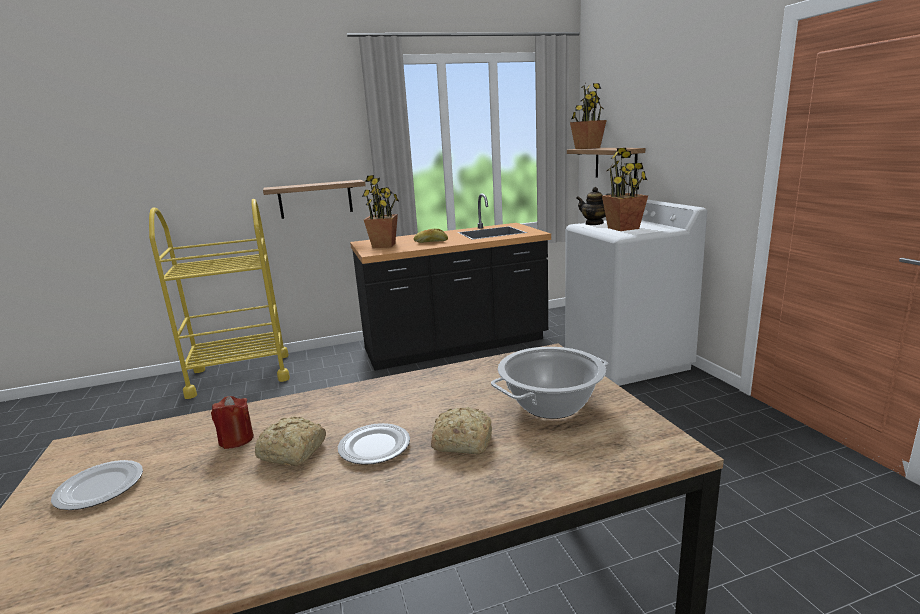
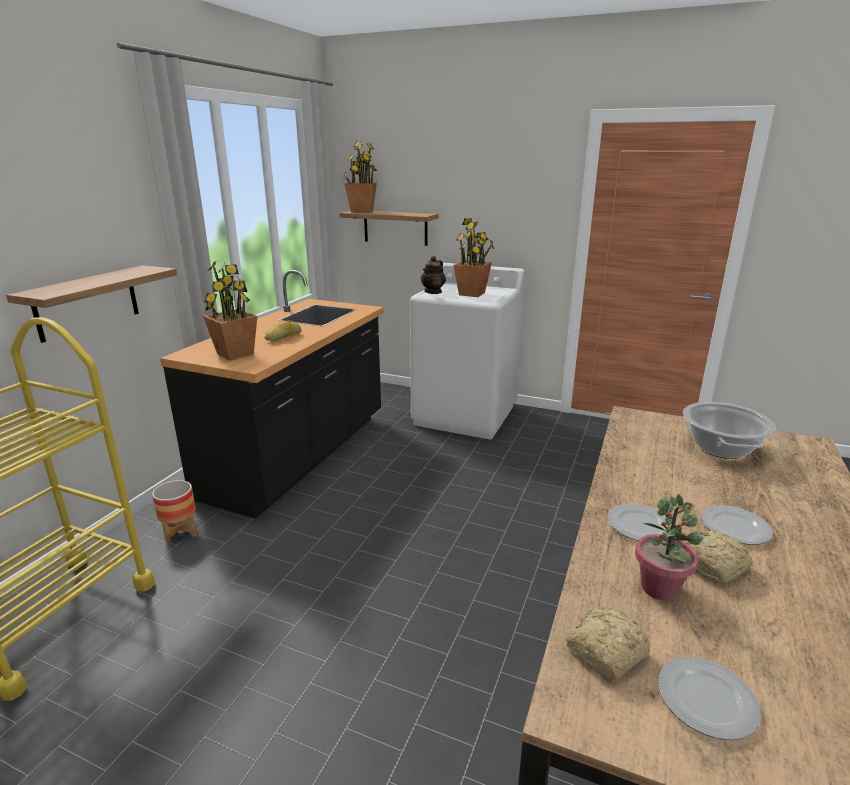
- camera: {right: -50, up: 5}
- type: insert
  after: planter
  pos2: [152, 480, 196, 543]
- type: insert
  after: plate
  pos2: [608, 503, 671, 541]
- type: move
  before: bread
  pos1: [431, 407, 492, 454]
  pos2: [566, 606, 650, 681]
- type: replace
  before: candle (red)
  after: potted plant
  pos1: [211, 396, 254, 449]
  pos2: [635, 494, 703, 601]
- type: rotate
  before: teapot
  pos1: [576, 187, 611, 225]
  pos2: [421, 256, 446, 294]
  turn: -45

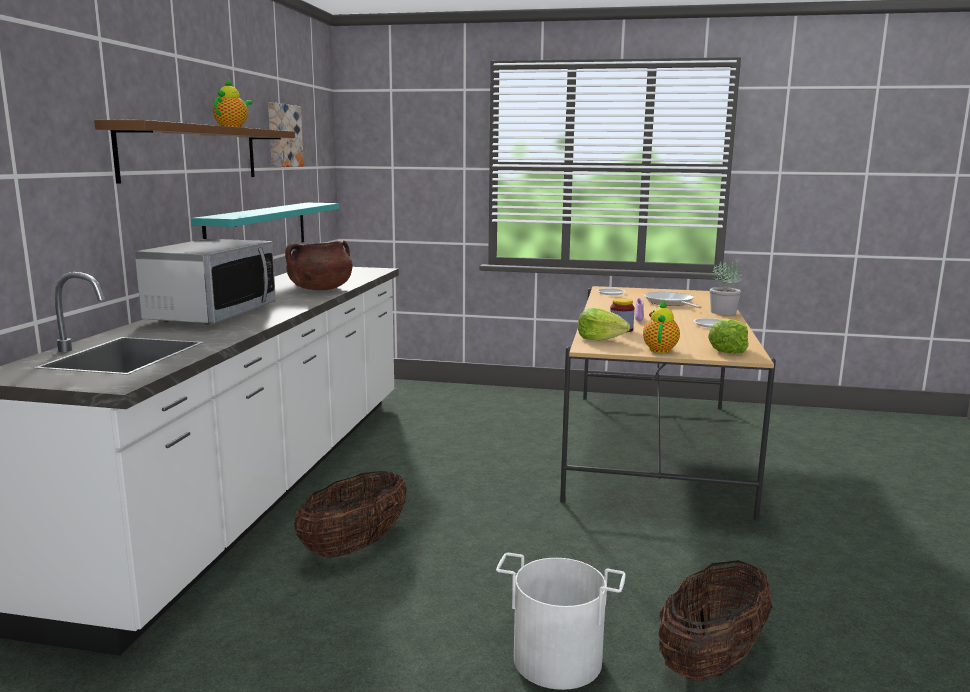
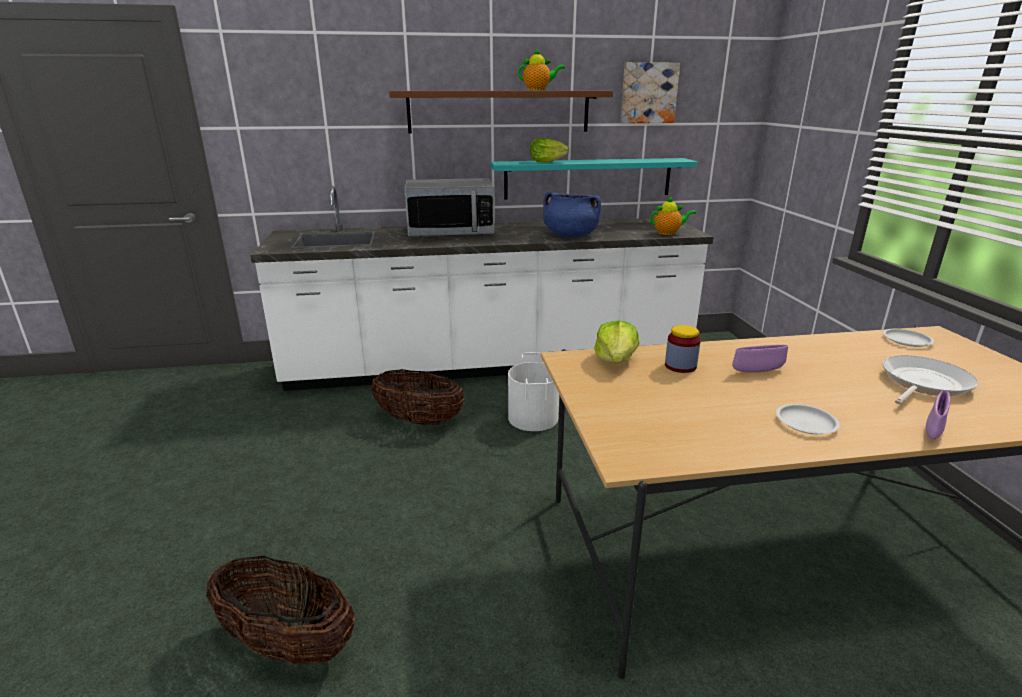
- camera: {right: 70, up: 10}
- type: move
  before: bucket (white)
  pos1: [496, 553, 626, 690]
  pos2: [508, 352, 559, 431]
- type: move
  before: teapot
  pos1: [643, 300, 680, 353]
  pos2: [650, 196, 696, 235]
- type: move
  before: lettuce
  pos1: [708, 319, 749, 353]
  pos2: [530, 138, 569, 162]
- type: replace
  before: potted plant
  after: bowl (purple)
  pos1: [710, 260, 742, 315]
  pos2: [926, 390, 950, 439]
- type: recolor
  before: cooking pot (brown)
  after: cooking pot (blue)
  pos1: [285, 240, 353, 290]
  pos2: [543, 192, 601, 237]

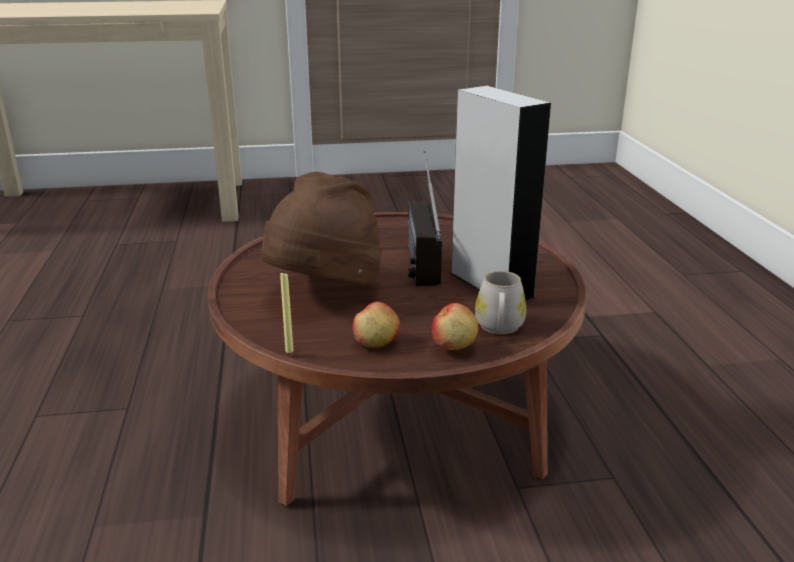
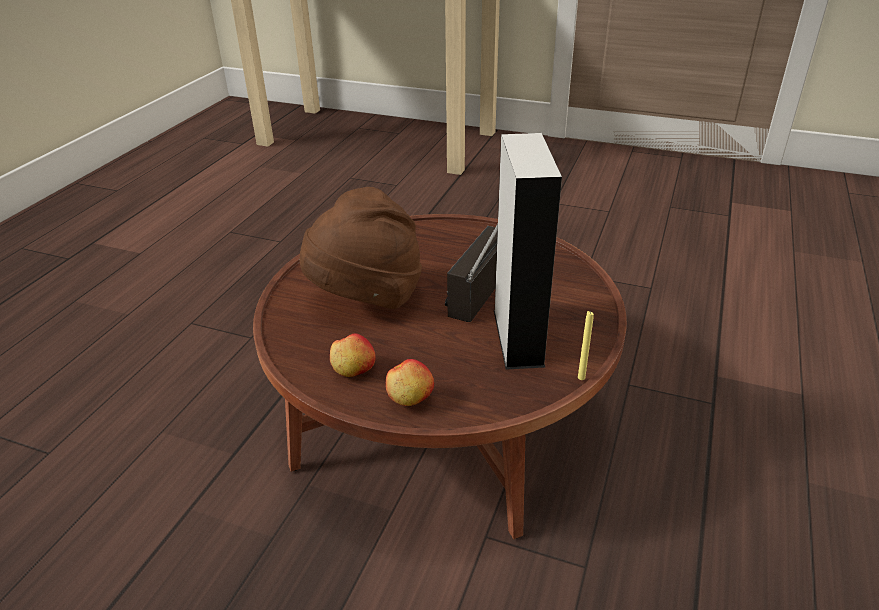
- camera: {right: 30, up: 10}
- type: delete
  before: mug (white)
  pos1: [475, 271, 526, 334]
- type: move
  before: candle (yellow)
  pos1: [280, 273, 293, 353]
  pos2: [578, 311, 594, 380]

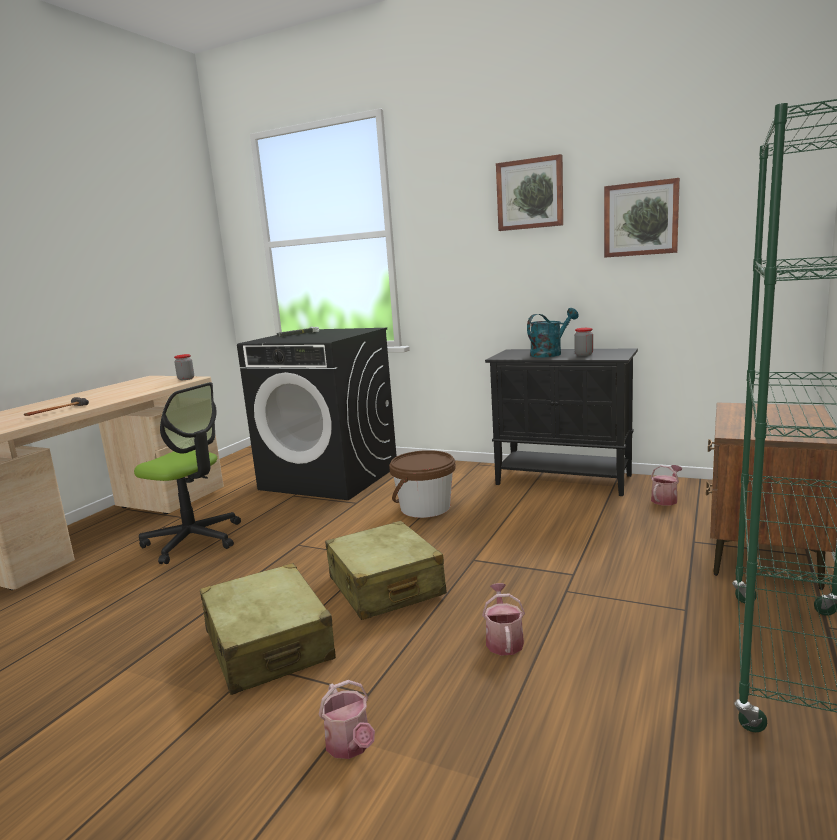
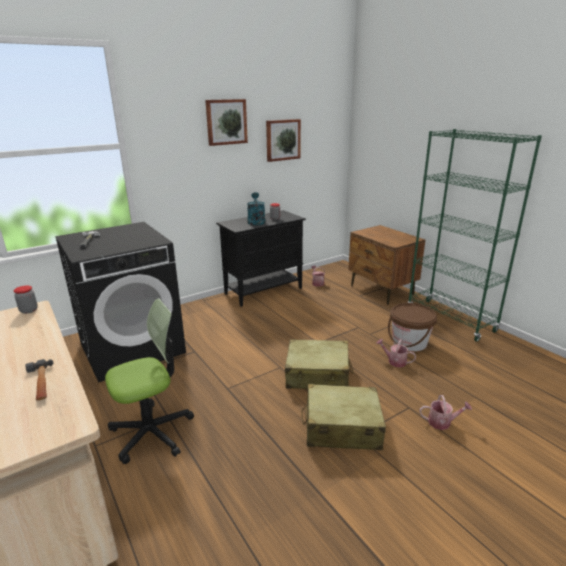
- camera: {right: -60, up: 10}
- type: move
  before: bucket (brown)
  pos1: [389, 450, 456, 518]
  pos2: [388, 303, 437, 351]

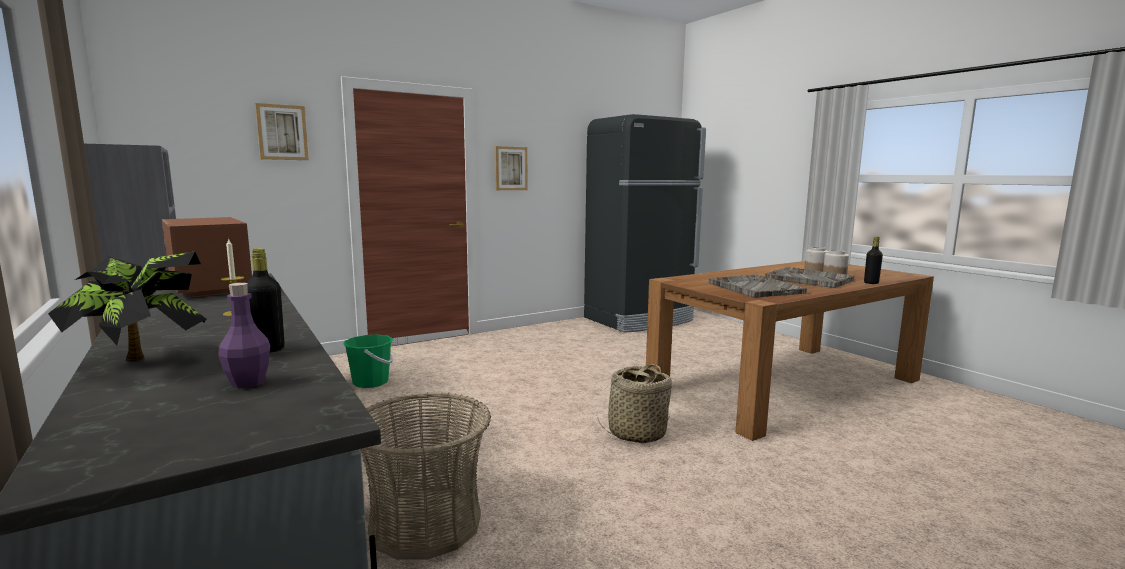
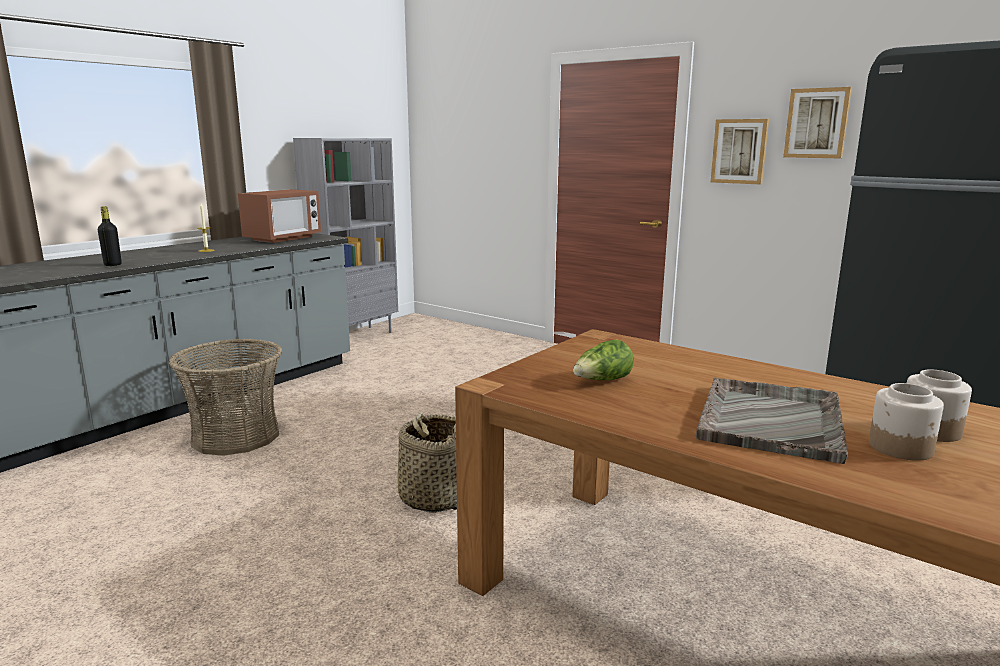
- camera: {right: 70, up: 5}
- type: delete
  before: potted plant
  pos1: [48, 252, 206, 362]
- type: delete
  before: bottle (purple)
  pos1: [218, 283, 270, 389]
- type: delete
  before: bucket (green)
  pos1: [343, 335, 393, 388]
- type: delete
  before: bottle (black)
  pos1: [864, 237, 883, 284]
- type: move
  before: picture
  pos1: [255, 103, 309, 160]
  pos2: [783, 87, 852, 158]
- type: replace
  before: tray (grey)
  after: lettuce
  pos1: [709, 274, 807, 298]
  pos2: [573, 339, 634, 380]

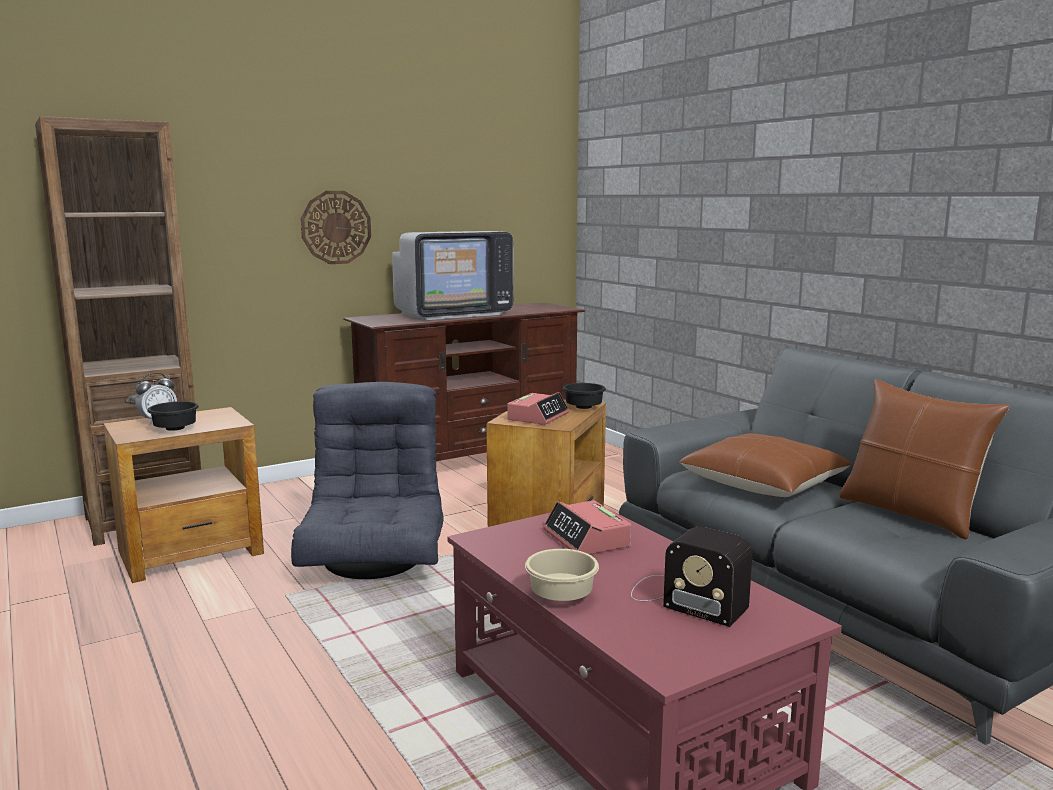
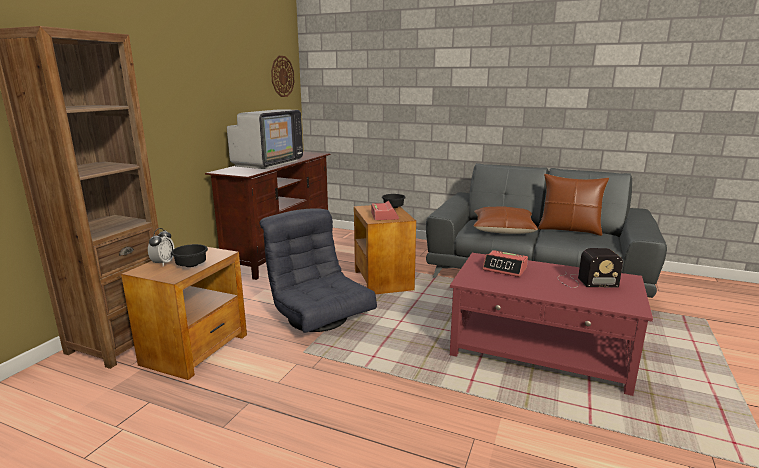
- camera: {right: -35, up: 5}
- type: delete
  before: bowl (beige)
  pos1: [525, 549, 599, 601]
- type: move
  before: wall clock
  pos1: [301, 191, 371, 264]
  pos2: [271, 56, 294, 97]

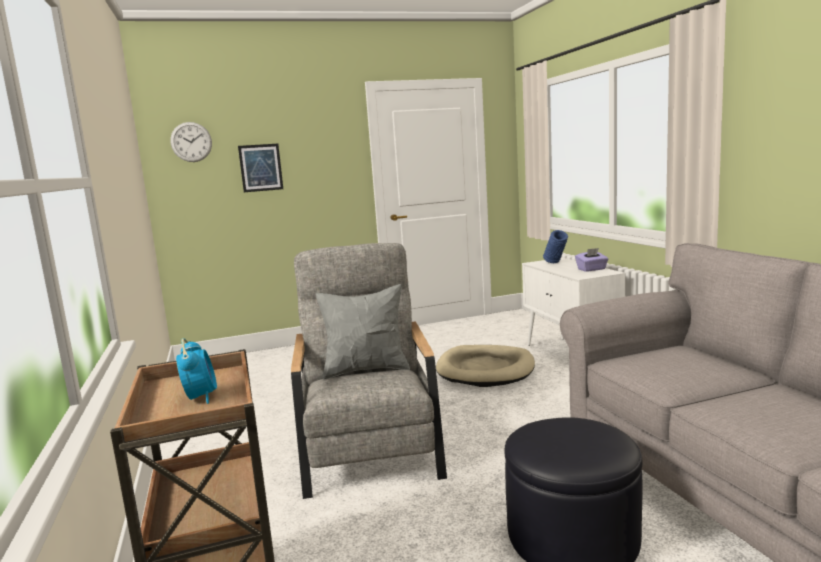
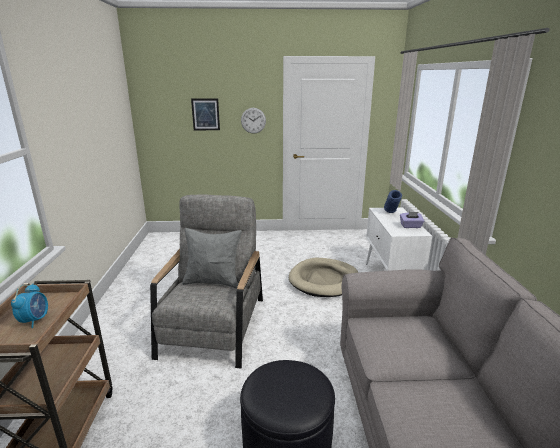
- camera: {right: 15, up: 10}
- type: move
  before: wall clock
  pos1: [170, 122, 212, 162]
  pos2: [241, 108, 266, 134]

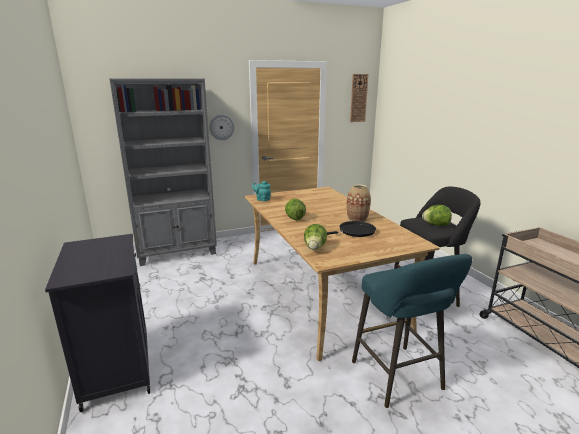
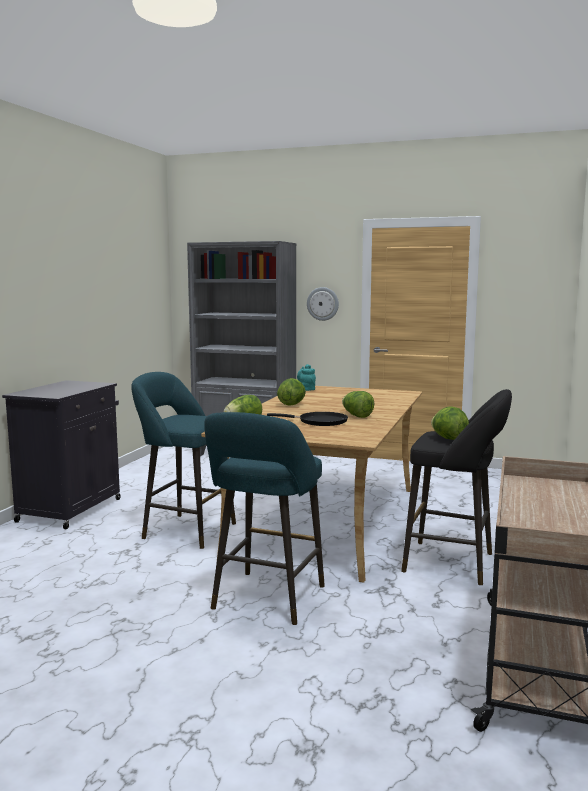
- camera: {right: 40, up: -10}
- type: delete
  before: wall clock
  pos1: [350, 74, 368, 122]
- type: insert
  after: stool (turquoise)
  pos2: [131, 372, 236, 549]
- type: replace
  before: vase
  after: lettuce
  pos1: [347, 184, 371, 222]
  pos2: [342, 391, 374, 418]

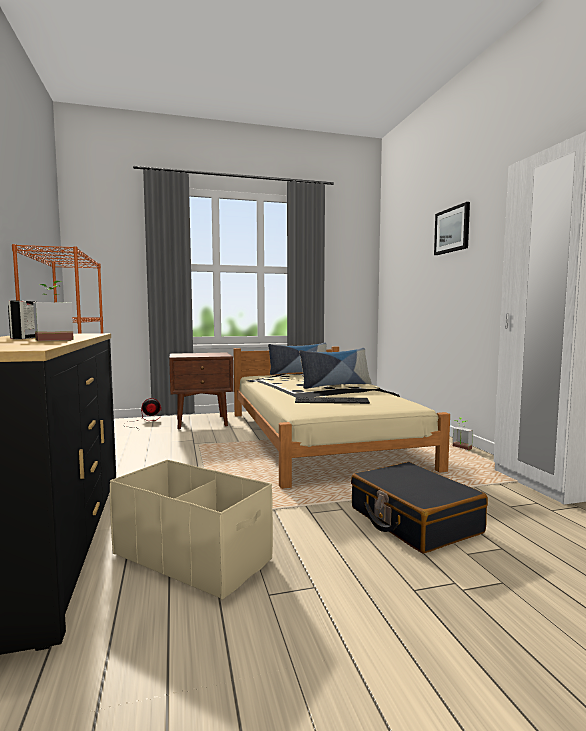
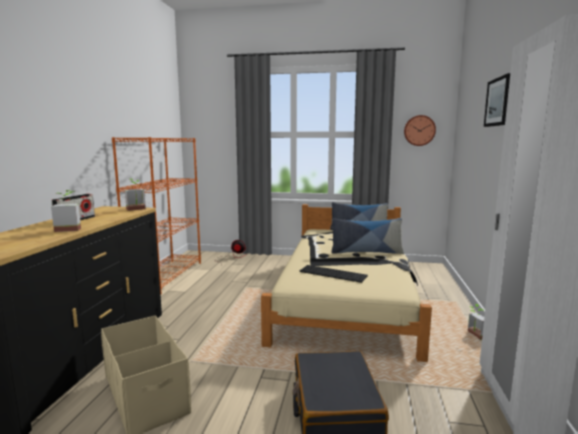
- camera: {right: 25, up: 5}
- type: delete
  before: nightstand (brown)
  pos1: [169, 352, 234, 429]
- type: insert
  after: potted plant
  pos2: [125, 179, 146, 211]
- type: insert
  after: wall clock
  pos2: [404, 115, 436, 146]

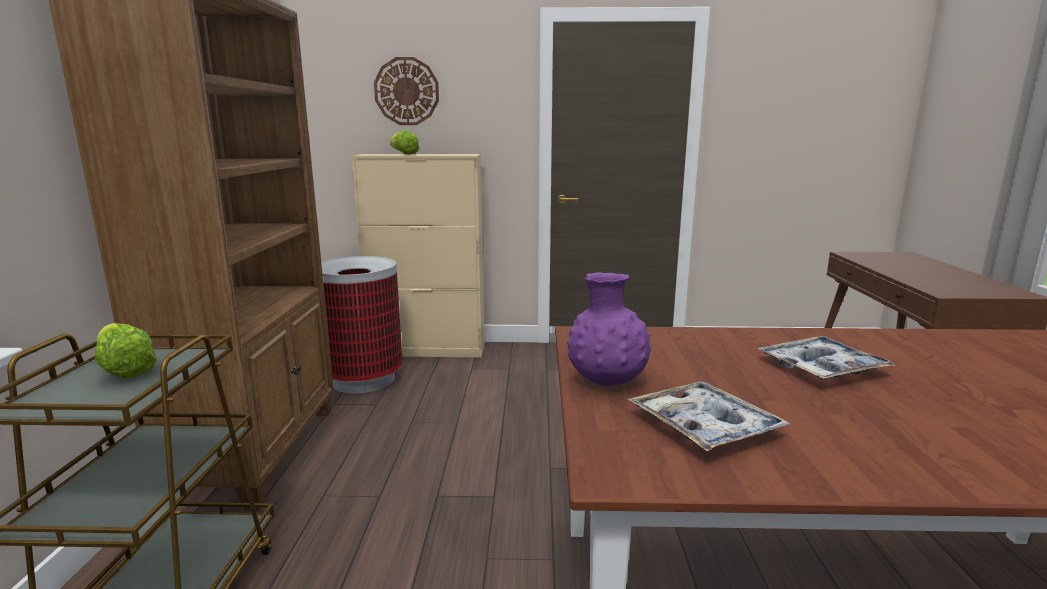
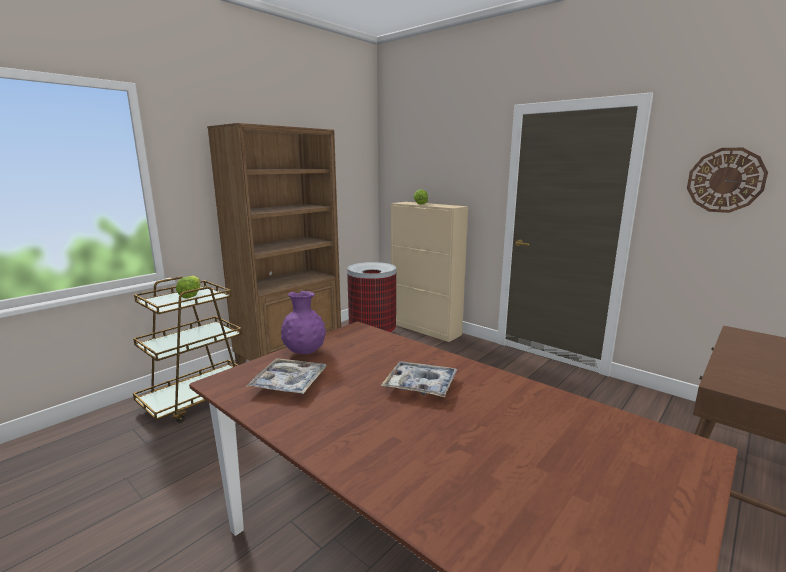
- camera: {right: 40, up: 0}
- type: move
  before: wall clock
  pos1: [374, 57, 439, 125]
  pos2: [687, 148, 768, 213]

